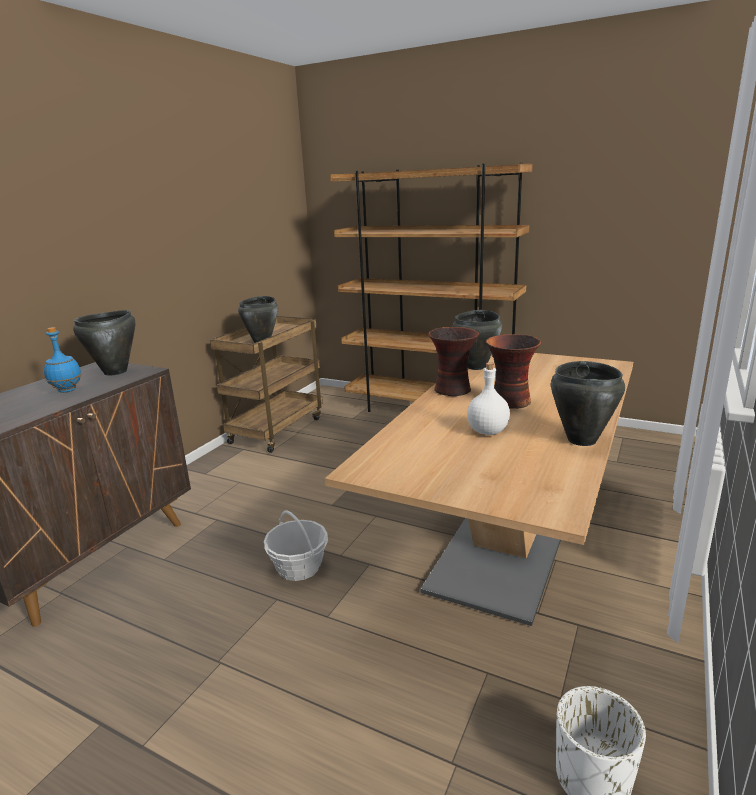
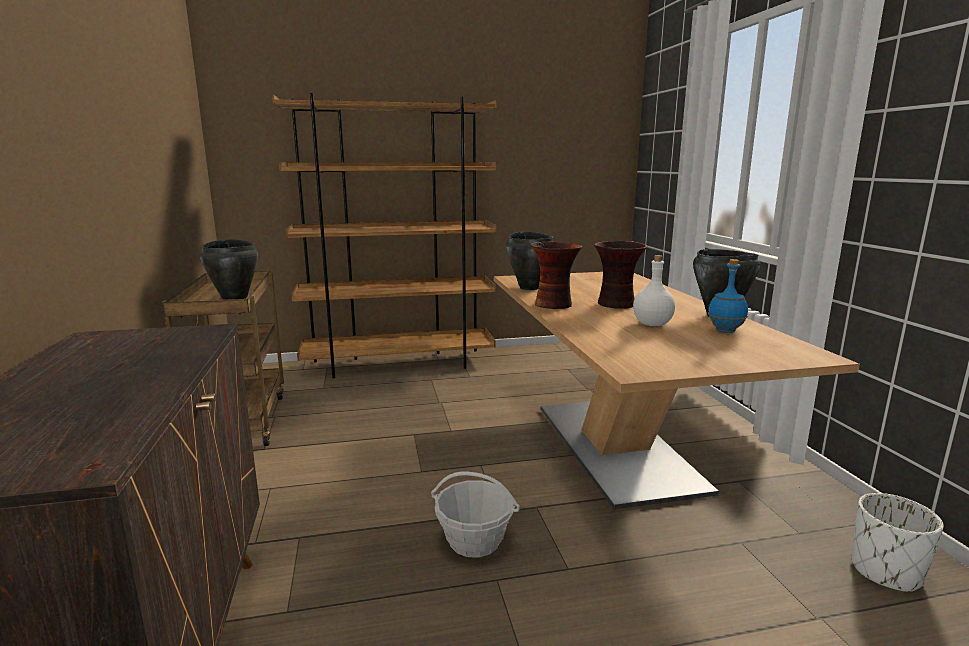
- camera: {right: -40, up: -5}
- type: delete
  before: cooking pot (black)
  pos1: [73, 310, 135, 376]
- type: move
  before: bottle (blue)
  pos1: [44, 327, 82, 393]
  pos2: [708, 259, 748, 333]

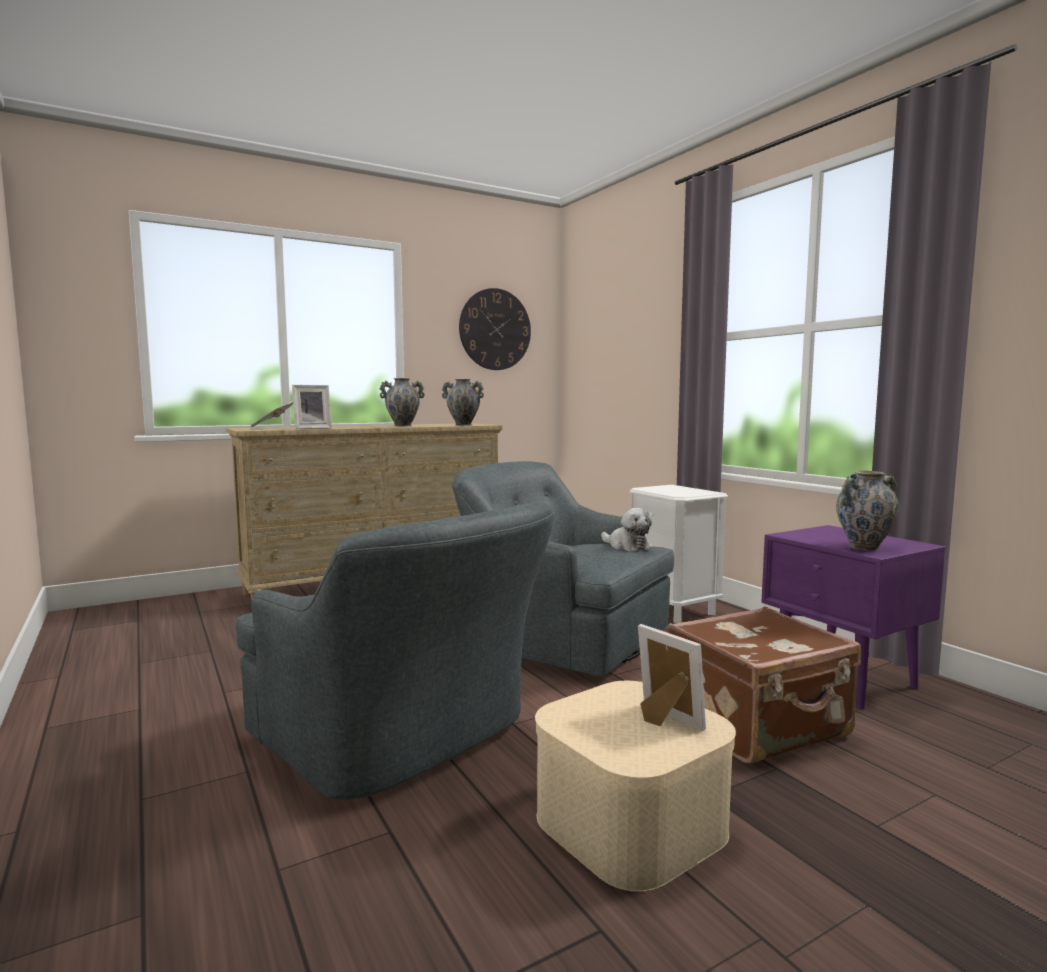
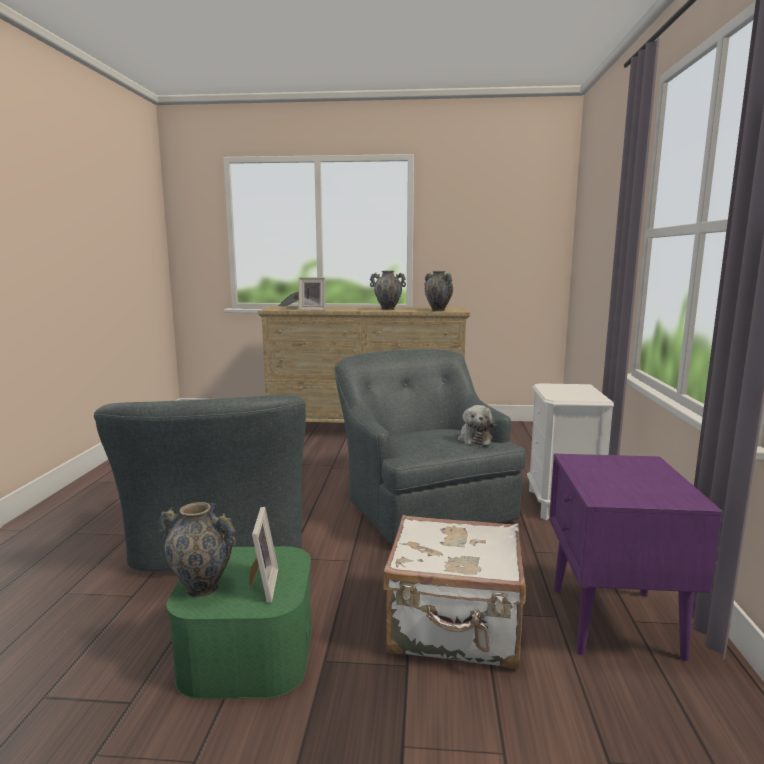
- camera: {right: 35, up: 5}
- type: delete
  before: wall clock
  pos1: [459, 288, 531, 370]
- type: move
  before: vase
  pos1: [836, 471, 899, 551]
  pos2: [158, 502, 236, 597]
- type: recolor
  before: storage box (beige)
  after: storage box (green)
  pos1: [535, 681, 736, 892]
  pos2: [167, 546, 312, 699]
- type: recolor
  before: suitcase (brown)
  after: suitcase (white)
  pos1: [668, 606, 861, 763]
  pos2: [383, 515, 526, 669]

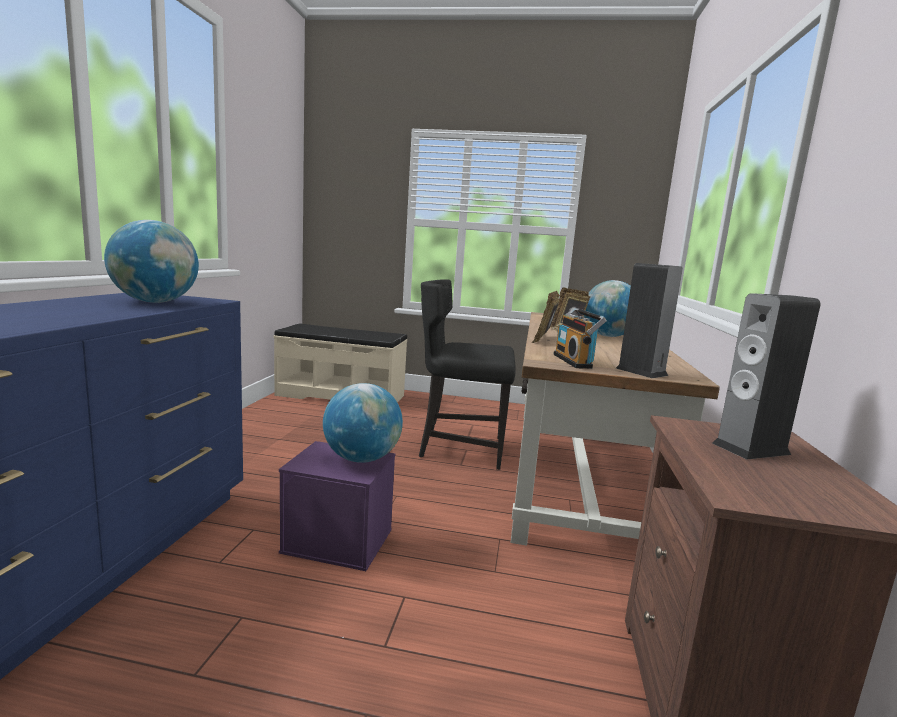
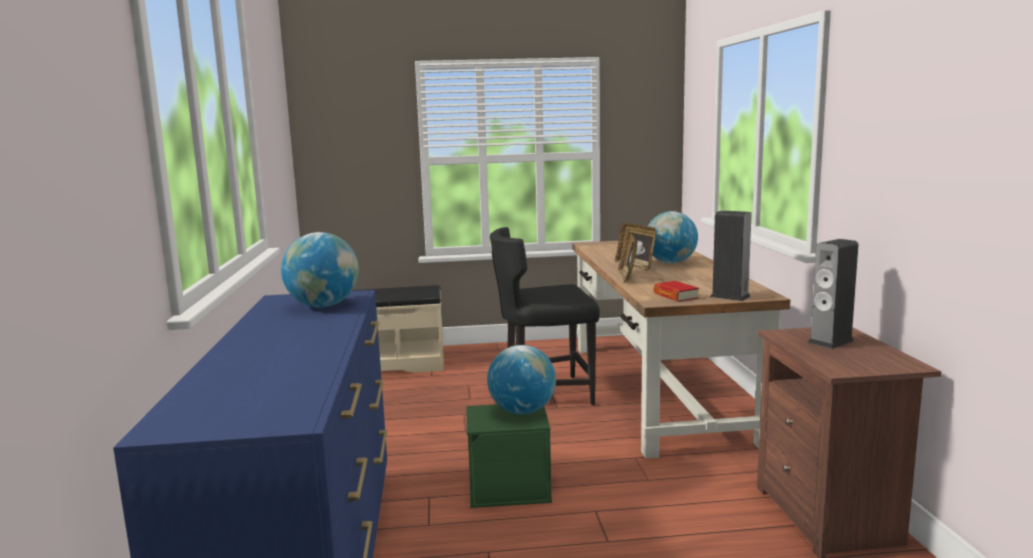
- camera: {right: -15, up: 0}
- type: replace
  before: radio
  after: book
  pos1: [554, 308, 607, 369]
  pos2: [654, 281, 699, 302]
- type: recolor
  before: storage box (purple)
  after: storage box (green)
  pos1: [279, 441, 395, 571]
  pos2: [467, 404, 552, 508]

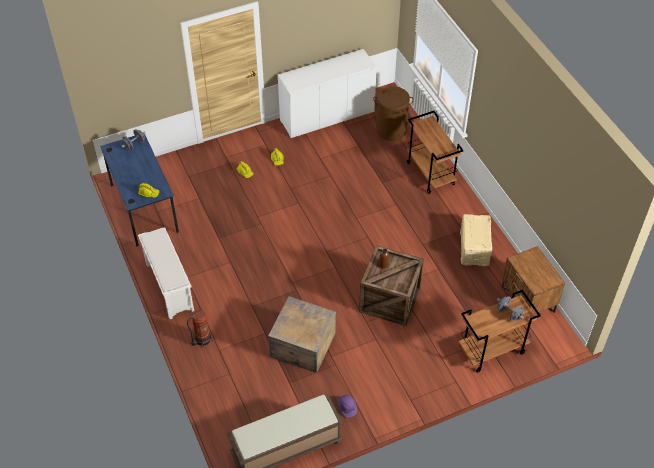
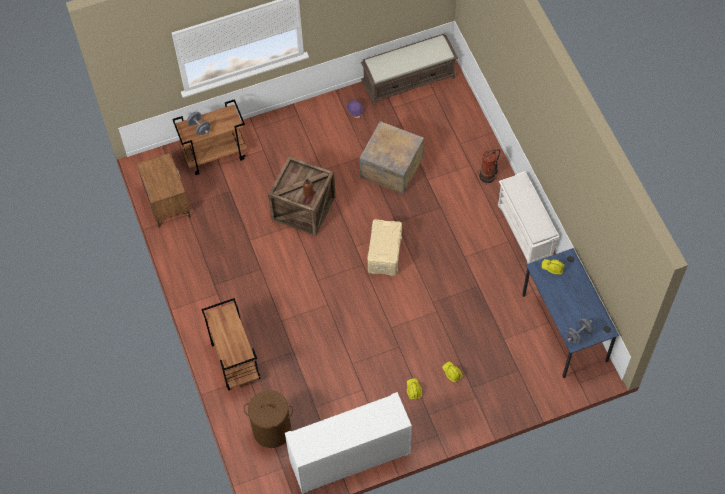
- camera: {right: -175, up: 10}
- type: move
  before: storage box (beige)
  pos1: [460, 214, 492, 266]
  pos2: [367, 219, 402, 276]

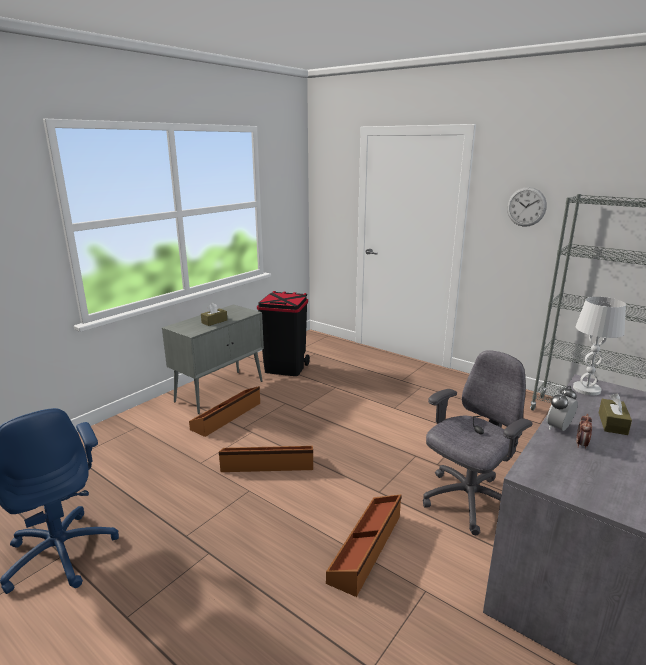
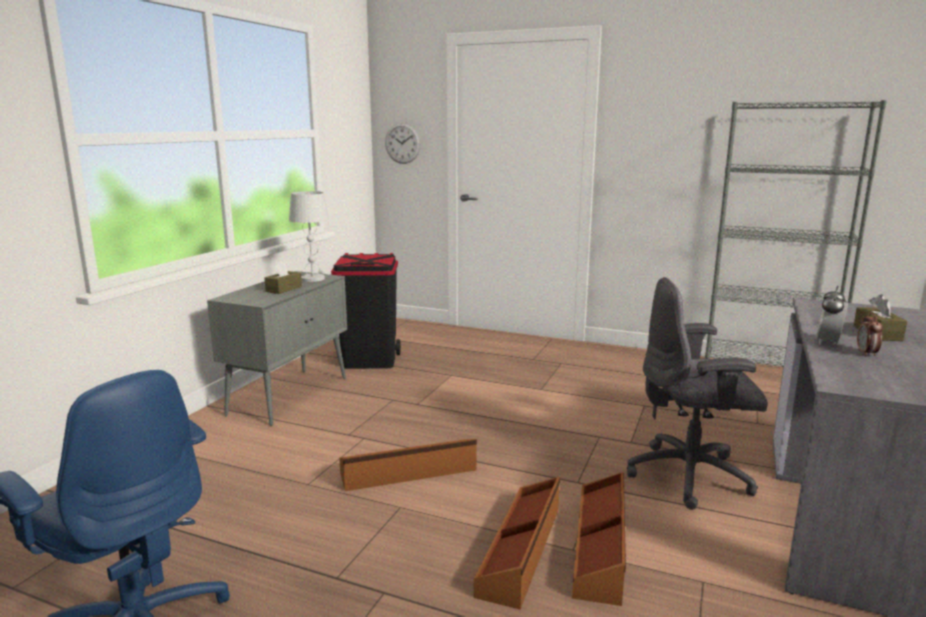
- camera: {right: -15, up: -5}
- type: move
  before: storage box (brown)
  pos1: [189, 386, 260, 437]
  pos2: [474, 477, 560, 610]
- type: move
  before: wall clock
  pos1: [507, 187, 547, 227]
  pos2: [385, 123, 421, 164]
- type: move
  before: table lamp (white)
  pos1: [573, 297, 626, 396]
  pos2: [289, 191, 329, 282]
- type: rotate
  before: office chair (grey)
  pos1: [423, 350, 533, 535]
  pos2: [627, 277, 768, 510]
  turn: -120

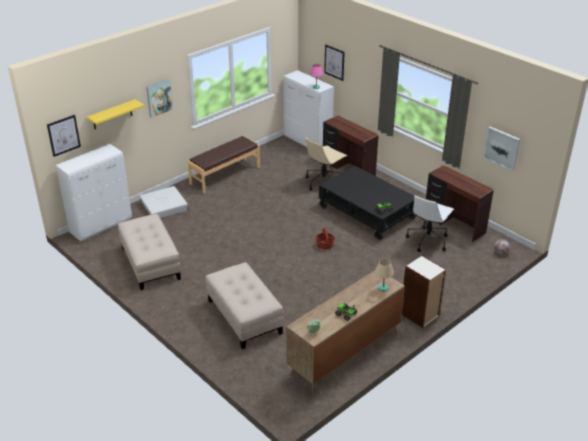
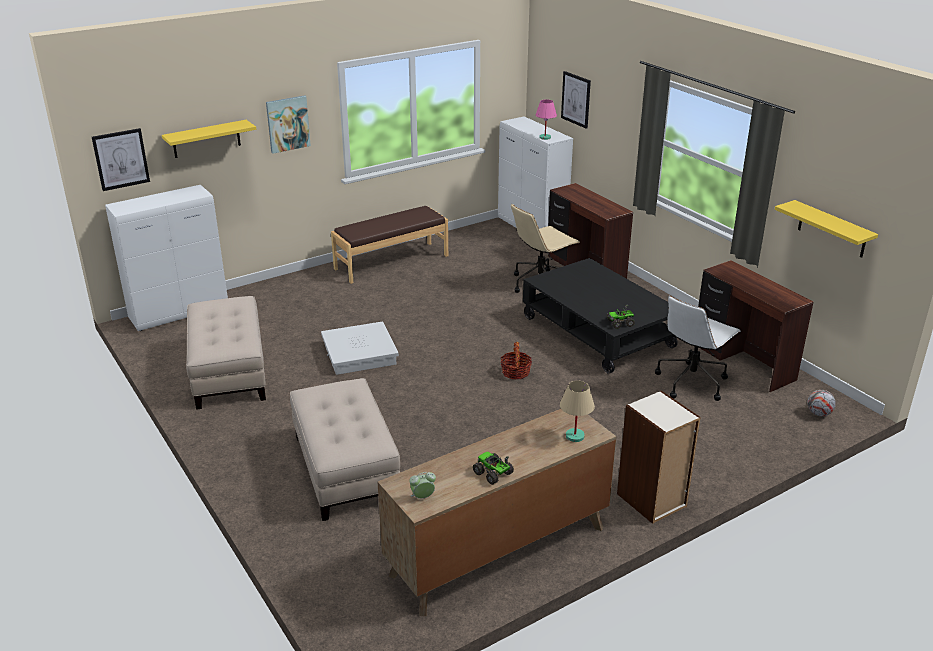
- camera: {right: 10, up: -5}
- type: move
  before: storage box (white)
  pos1: [139, 186, 188, 218]
  pos2: [321, 322, 399, 375]
- type: replace
  before: picture
  after: shelf (yellow)
  pos1: [483, 127, 520, 171]
  pos2: [775, 200, 878, 258]

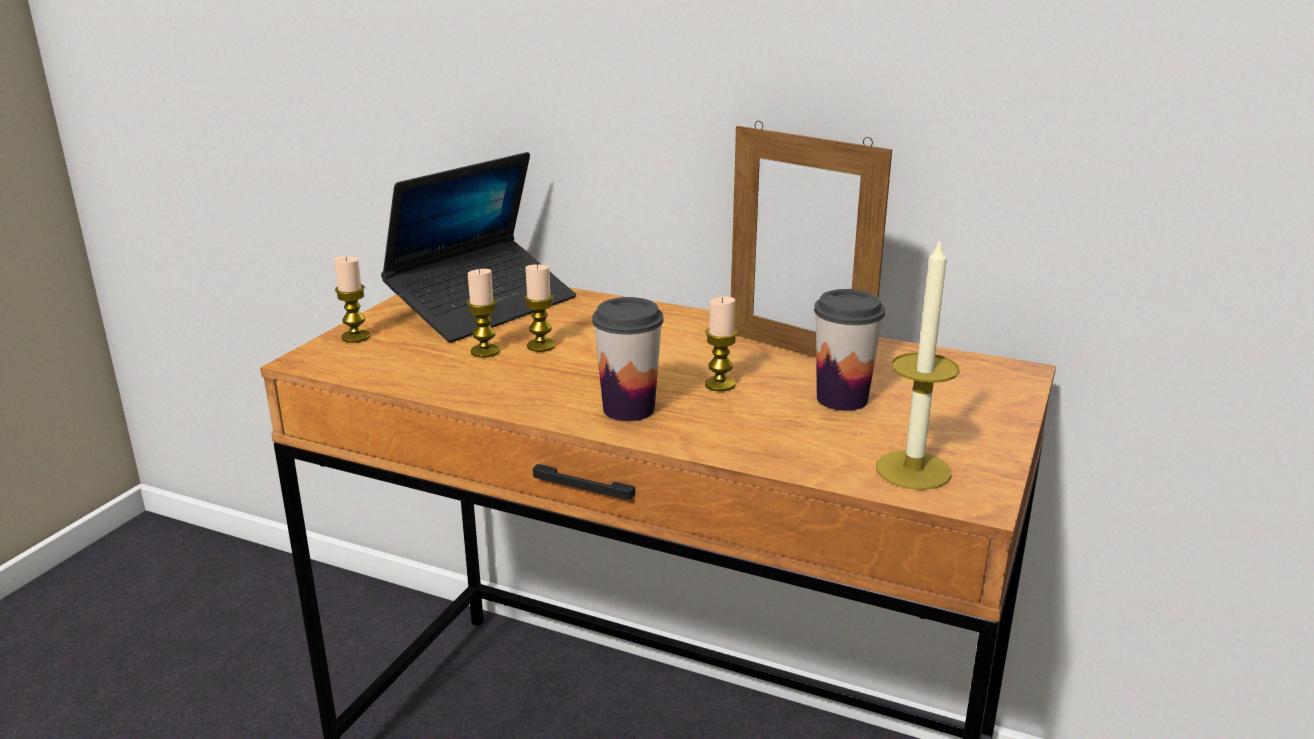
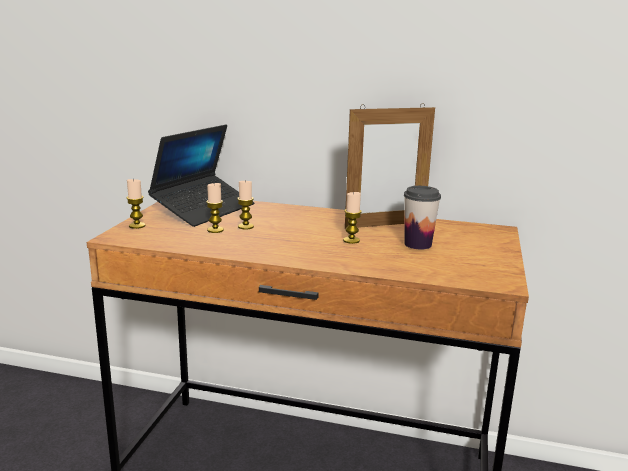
- camera: {right: -10, up: -5}
- type: delete
  before: cup
  pos1: [592, 297, 664, 421]
- type: delete
  before: candle
  pos1: [876, 237, 960, 490]
- type: rotate
  before: picture frame
  pos1: [731, 121, 892, 358]
  pos2: [345, 103, 435, 229]
  turn: -45

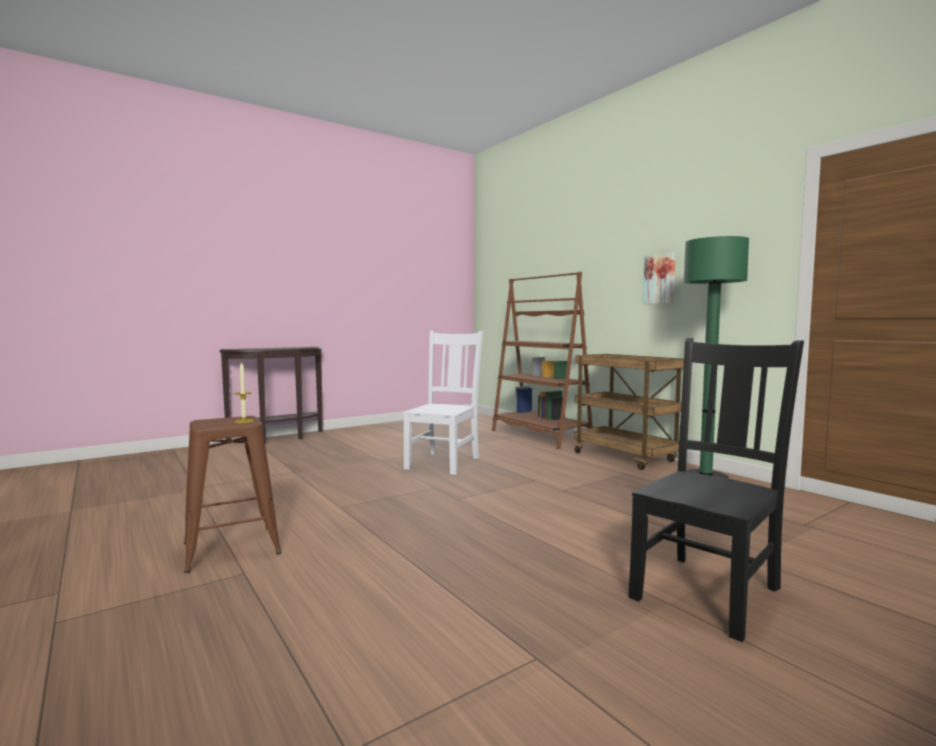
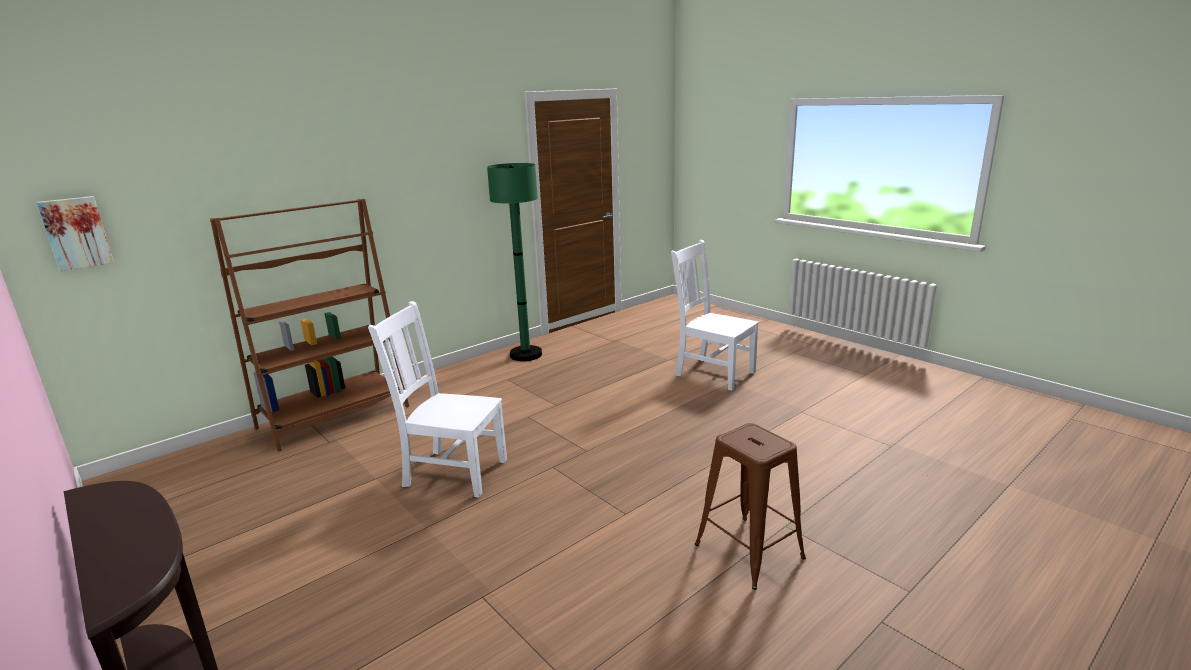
- camera: {right: -95, up: 15}
- type: delete
  before: candle
  pos1: [234, 362, 254, 423]
- type: delete
  before: cart (brown)
  pos1: [574, 354, 684, 470]
- type: move
  before: picture
  pos1: [643, 253, 676, 304]
  pos2: [37, 196, 114, 271]
- type: recolor
  before: chair (black)
  after: chair (white)
  pos1: [628, 338, 804, 642]
  pos2: [671, 240, 759, 391]

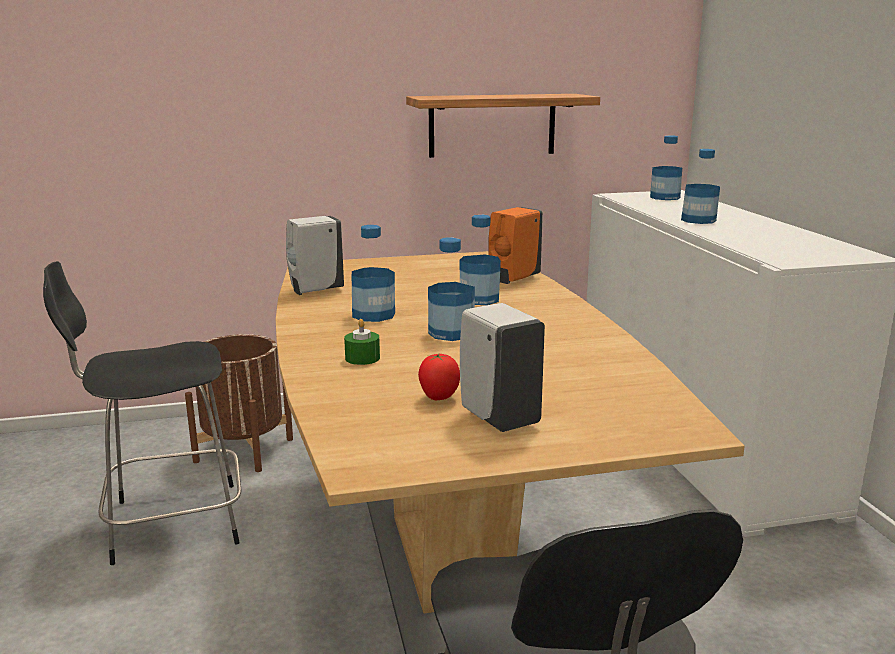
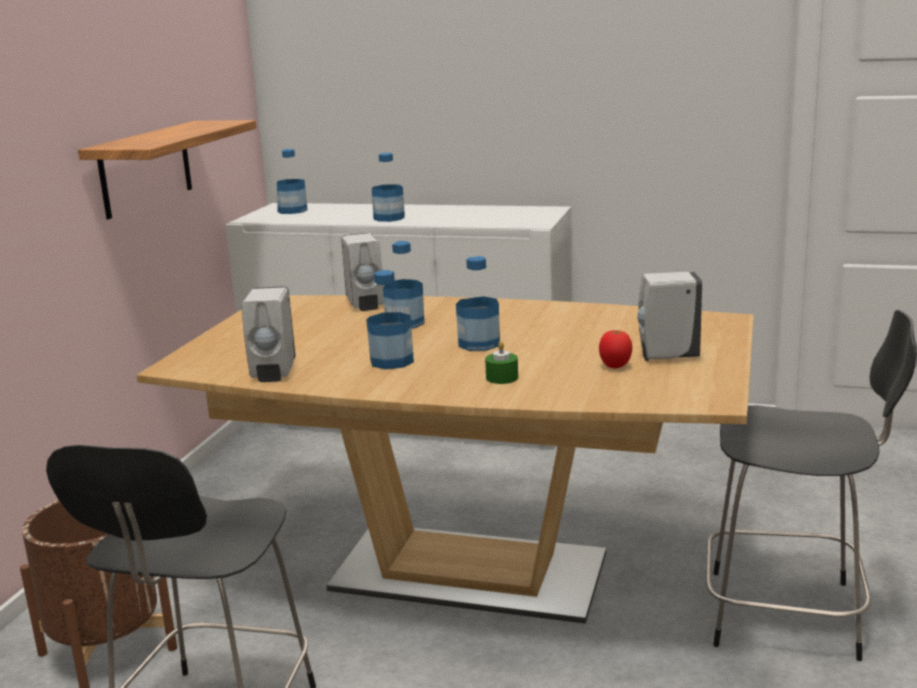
- camera: {right: -60, up: 0}
- type: recolor
  before: soap dispenser (orange)
  after: soap dispenser (white)
  pos1: [488, 207, 543, 284]
  pos2: [341, 233, 384, 311]

